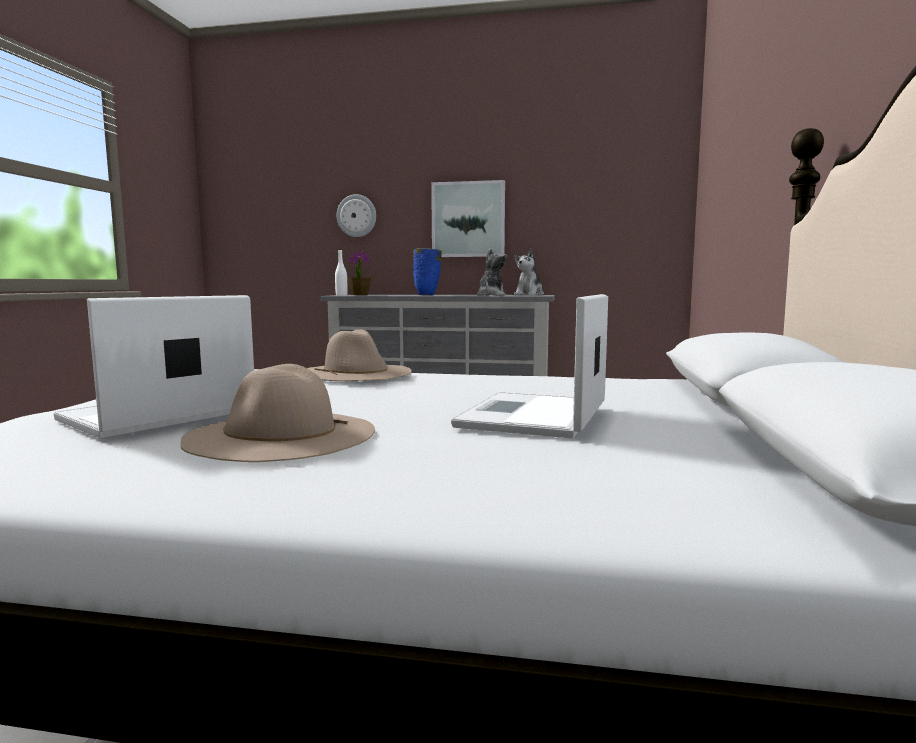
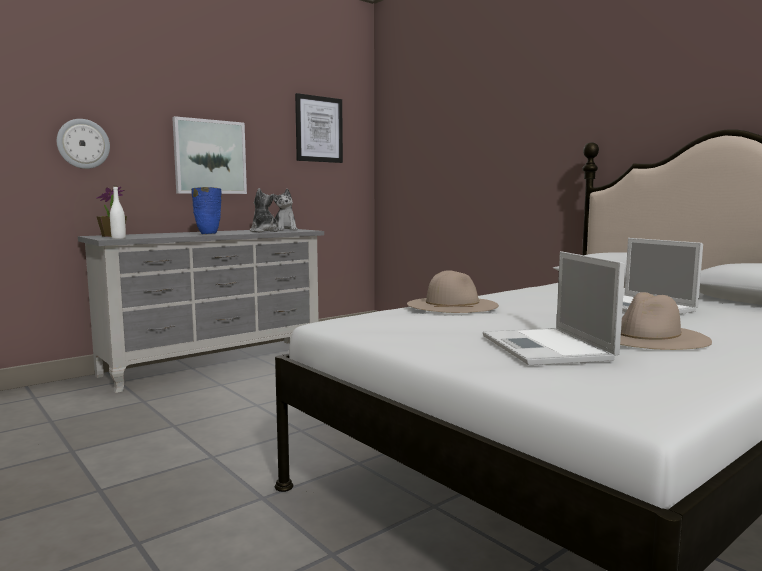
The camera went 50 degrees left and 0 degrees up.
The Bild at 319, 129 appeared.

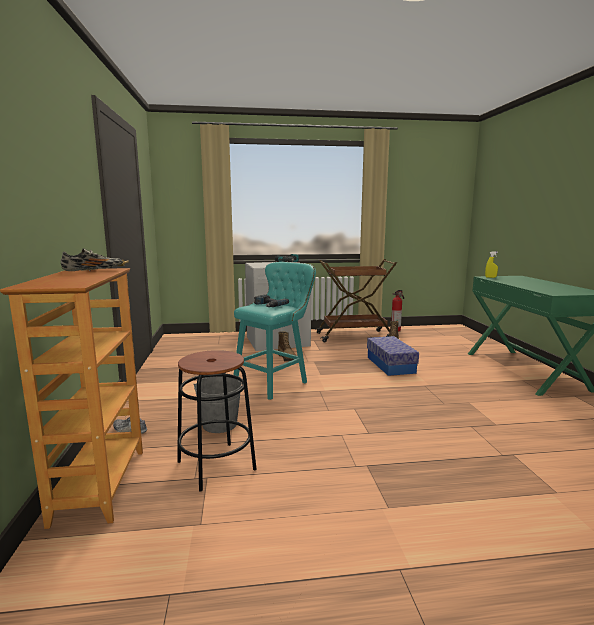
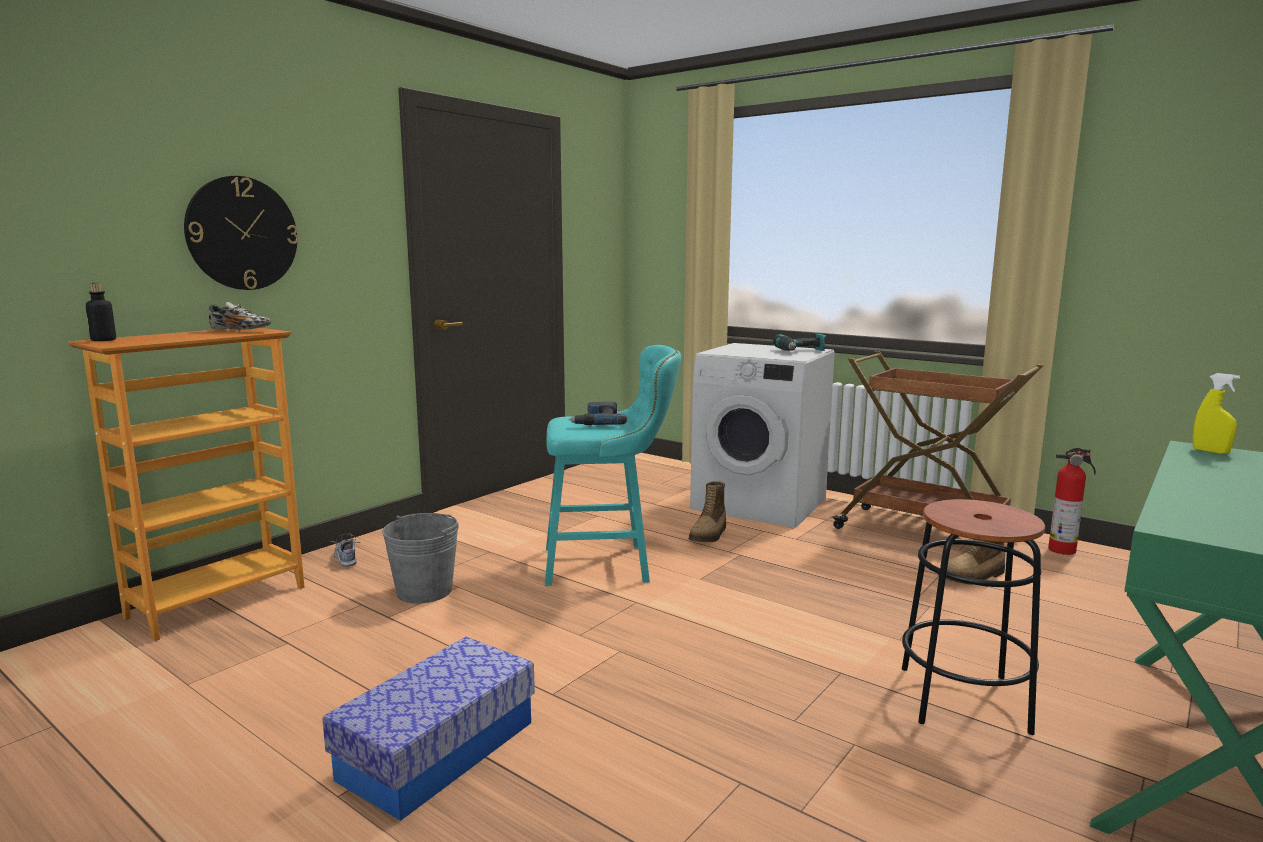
The camera went 45 degrees right and 0 degrees up.
The Hocker/schwarz moved from 216, 465 to 963, 699.
The Aufbewahrungsbox moved from 390, 365 to 438, 750.
The Flasche at 103, 340 appeared.
The Wanduhr at 242, 233 appeared.

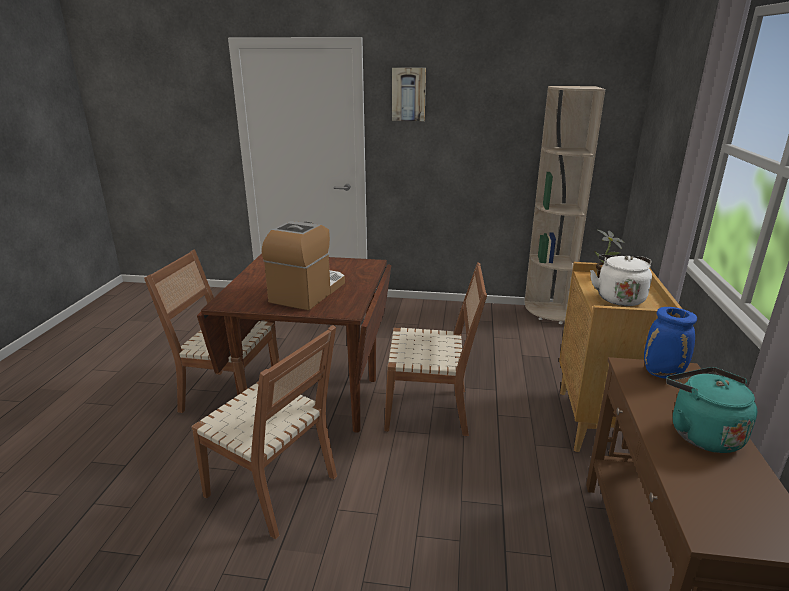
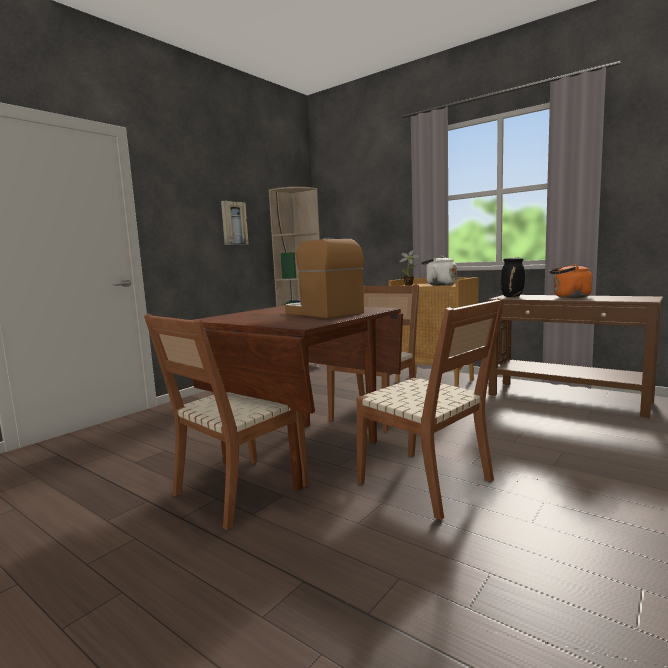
The camera went 60 degrees left and 15 degrees down.
The Stuhl at 275, 490 turned 75 degrees clockwise.
The Bild moved from 408, 94 to 233, 223.
The Vase/blau at 663, 374 became the Vase/schwarz at 512, 296.
The Wasserkessel/türkis at 701, 433 became the Wasserkessel/orange at 569, 297.

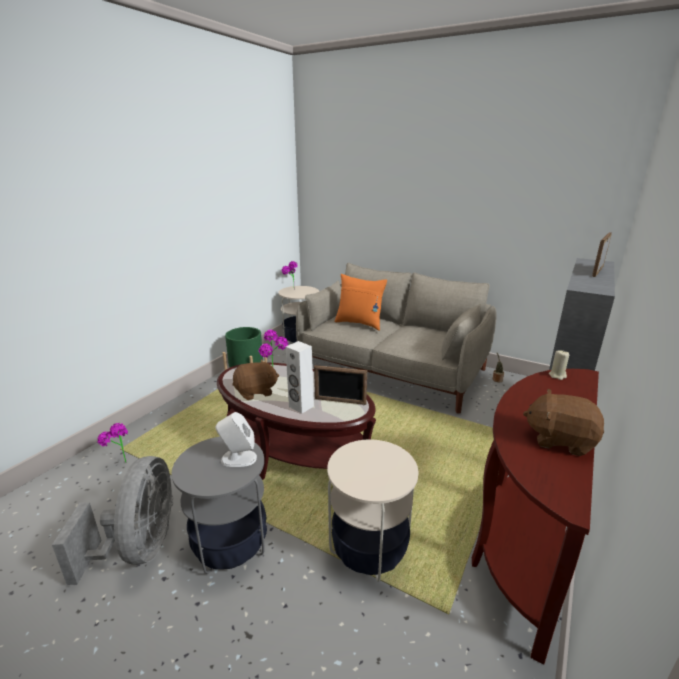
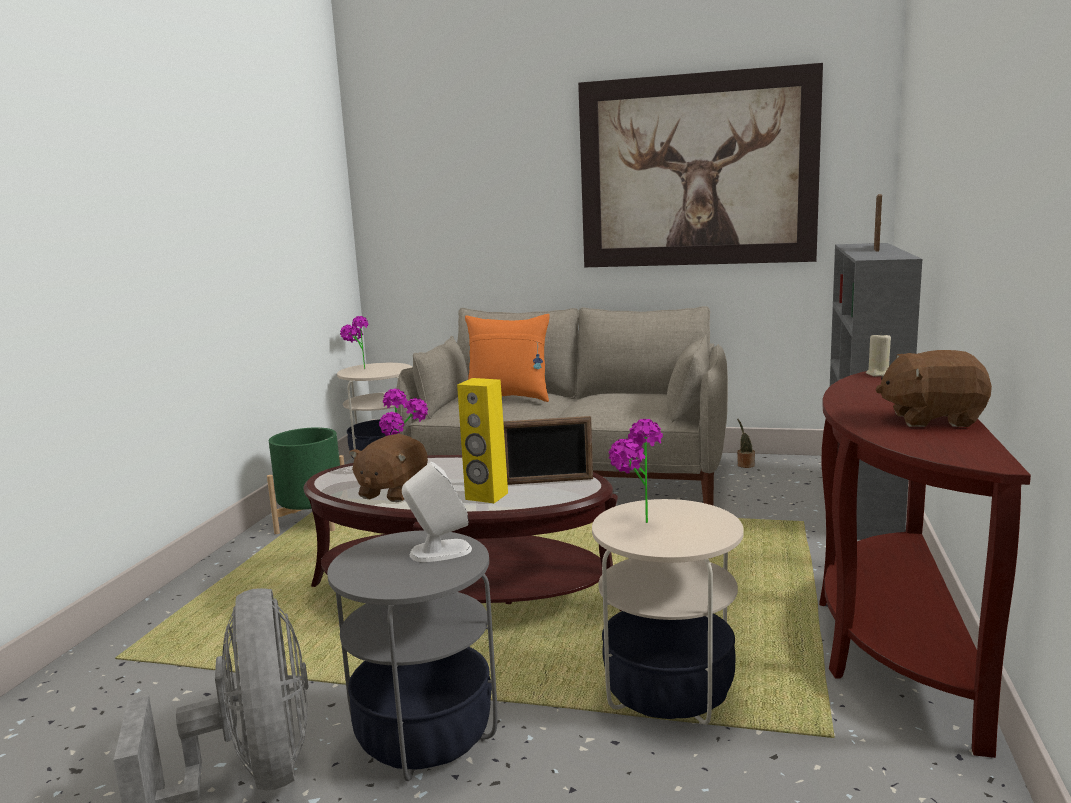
The camera went 15 degrees left and 10 degrees down.
The Topfpflanze moved from 120, 462 to 633, 523.
The Plüschtier/braun at 256, 392 turned 150 degrees clockwise.
The Lautsprecher/weiß at 301, 406 became the Lautsprecher/gelb at 486, 496.
The Bild at 696, 171 appeared.

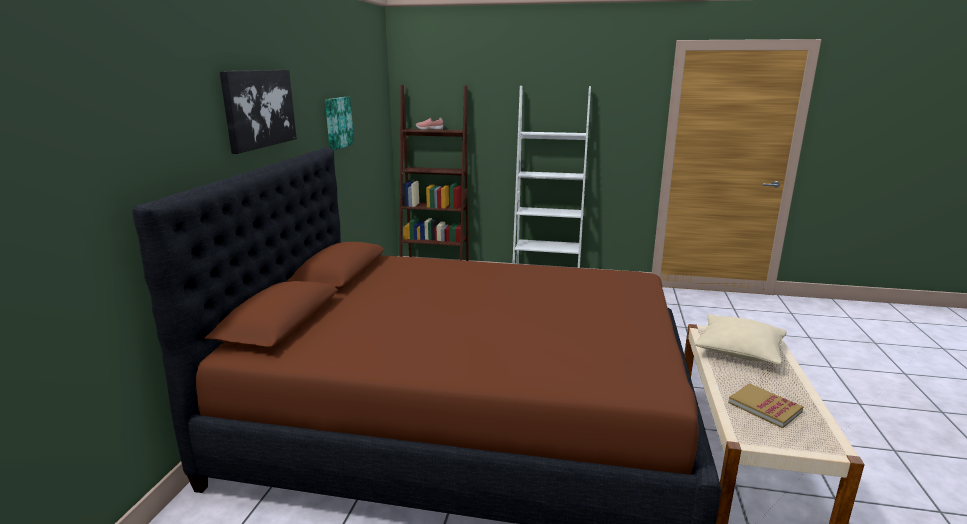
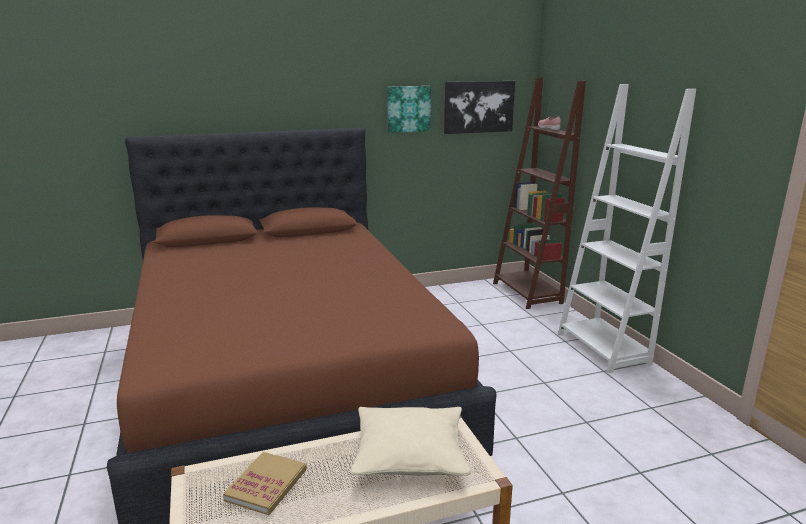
The camera went 60 degrees right and 0 degrees up.
The Bild moved from 259, 108 to 478, 107.

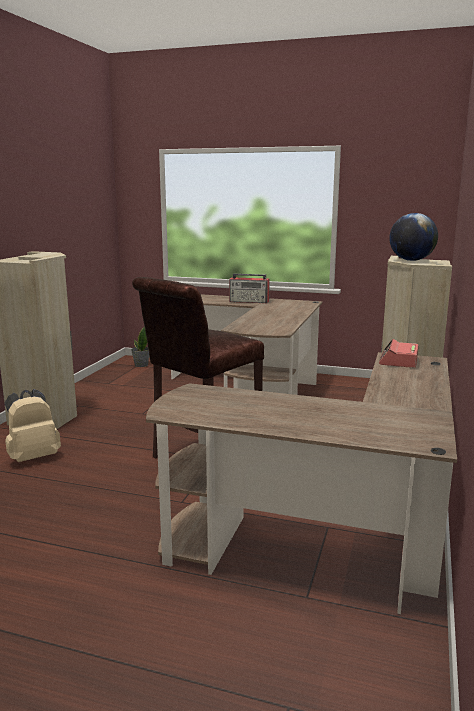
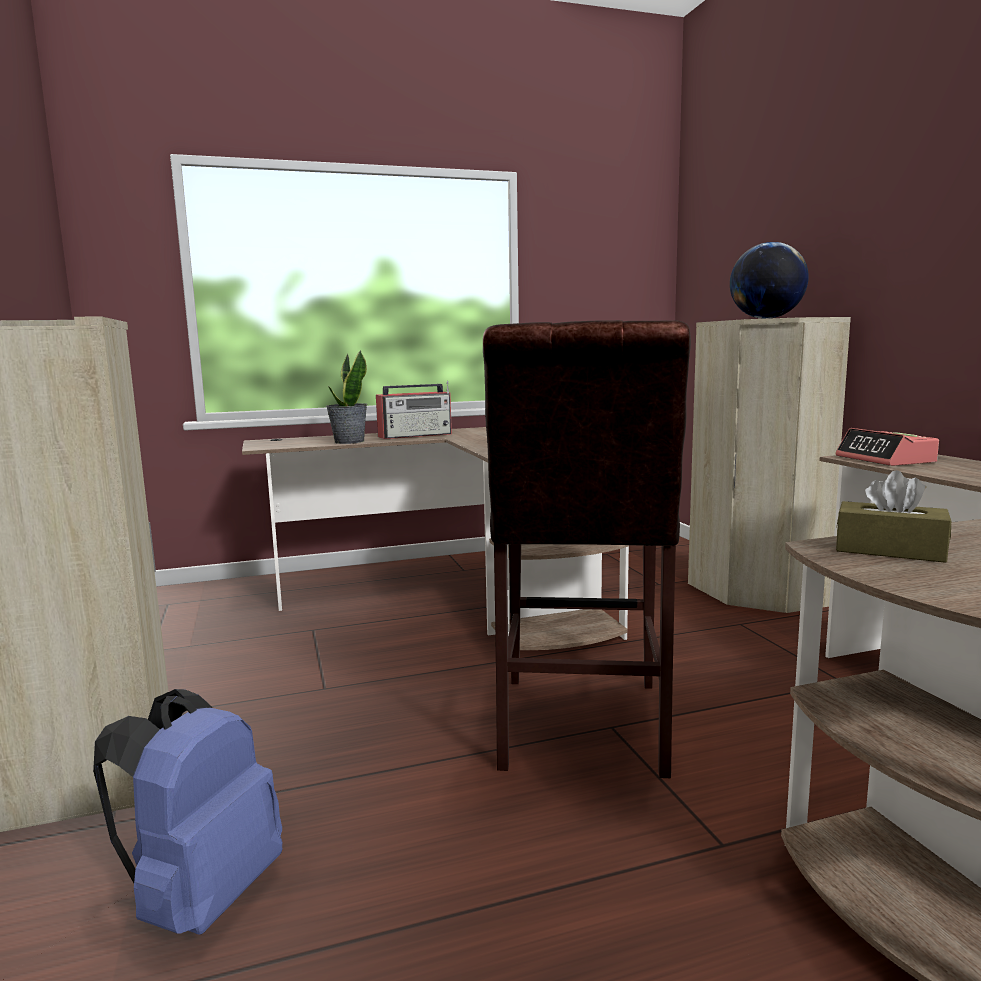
The camera went 35 degrees left and 5 degrees down.
The Rucksack/beige at 33, 457 became the Rucksack/blau at 201, 896.
The Topfpflanze moved from 141, 365 to 349, 442.
The Taschentuchbox/braun at 889, 550 appeared.

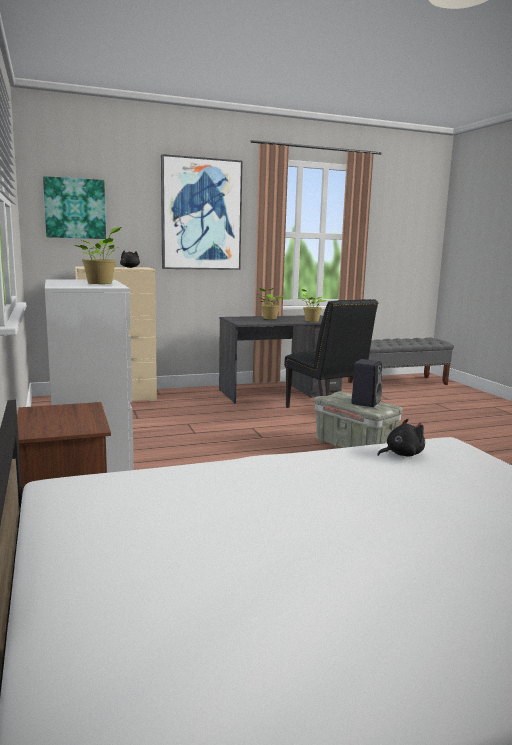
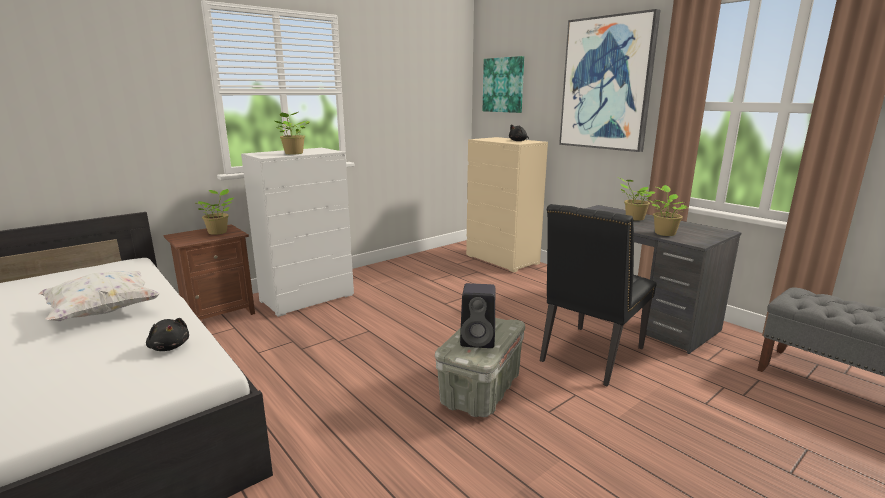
The camera went 70 degrees right and 5 degrees up.
The Kissen/weiß at 103, 312 appeared.
The Topfpflanze at 218, 232 appeared.

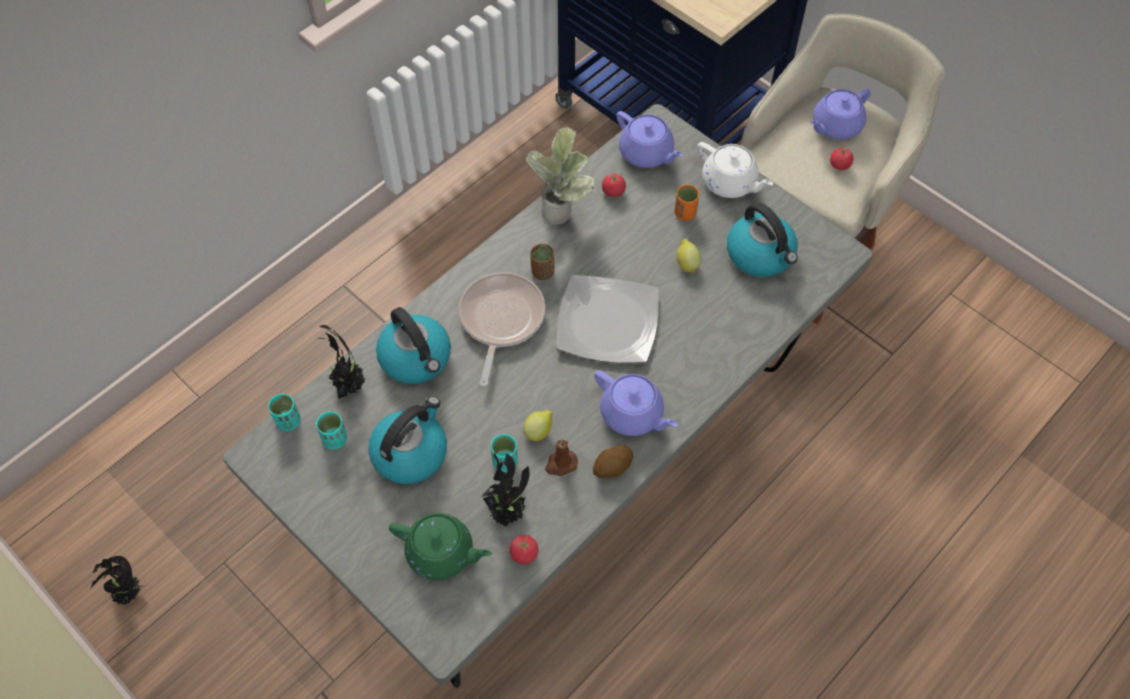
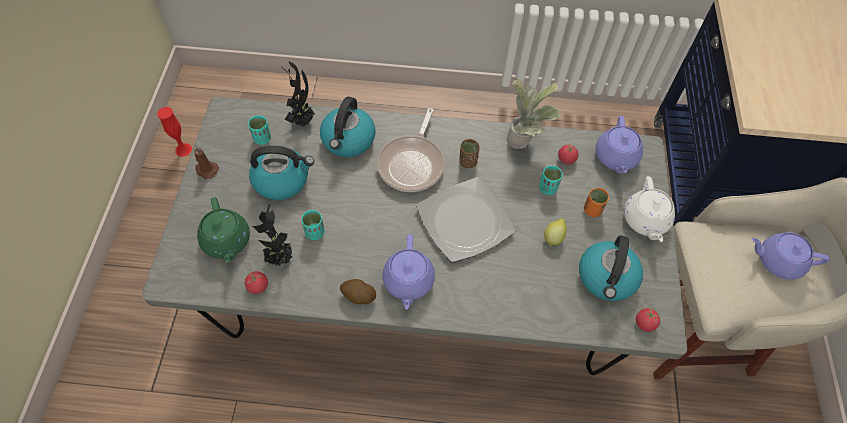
The camera went 50 degrees right and 0 degrees up.
The Topfpflanze at 129, 595 was replaced by the Vase/rot at 183, 149.
The Tasse/türkis moved from 288, 421 to 547, 188.
The Pfanne at 500, 320 turned 135 degrees clockwise.
The Zitrone at 539, 431 disappeared.
The Kerze/braun moved from 560, 464 to 206, 170.
The Tomate moved from 839, 165 to 644, 323.

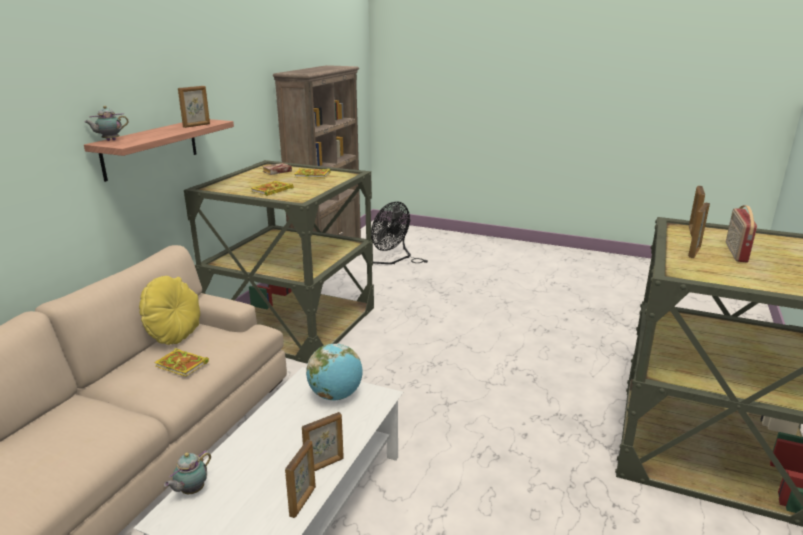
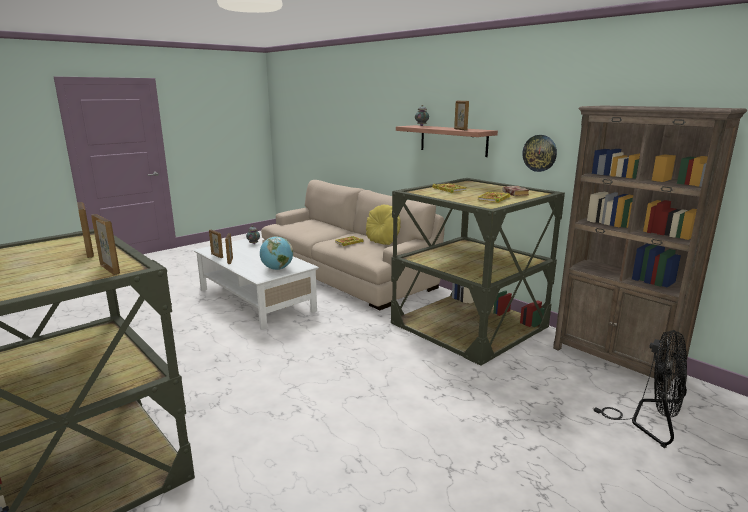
The camera went 115 degrees right and 5 degrees down.
The Ventilator/schwarz at 396, 258 turned 60 degrees clockwise.
The Radio at 735, 252 disappeared.
The Wanduhr at 539, 153 appeared.

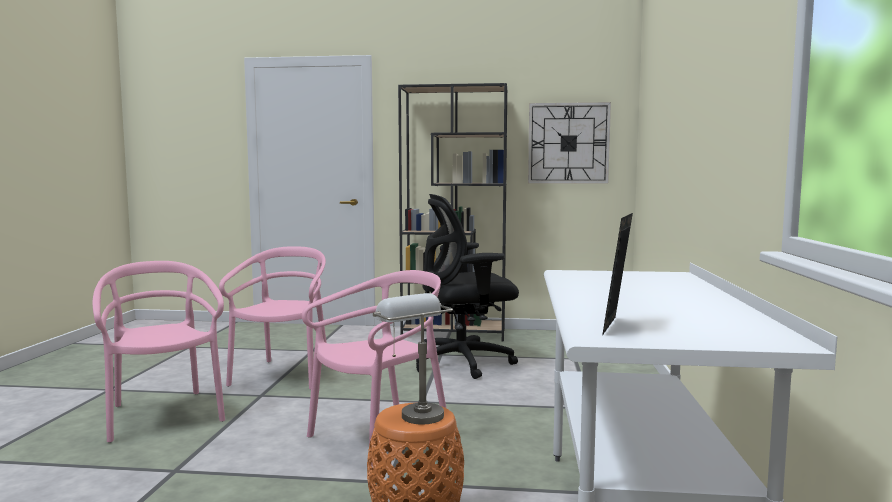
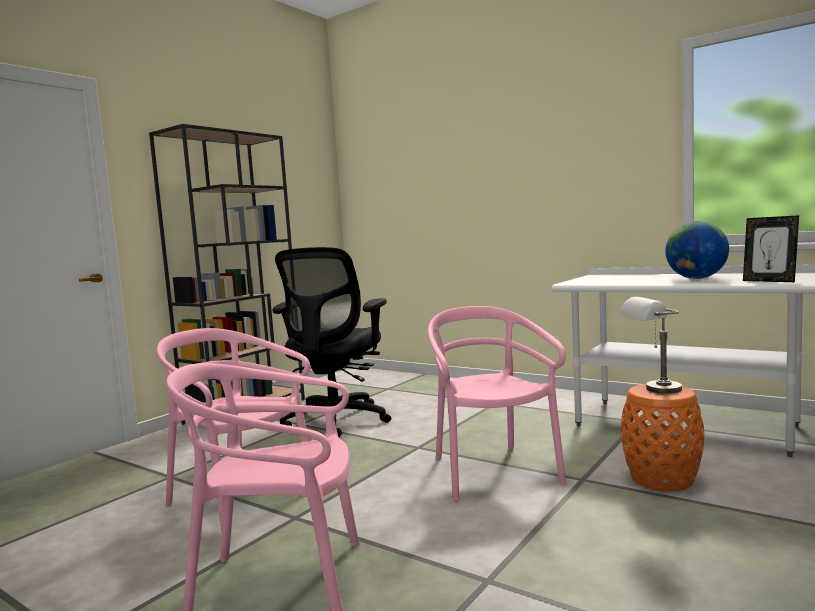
The camera went 60 degrees left and 0 degrees up.
The Wanduhr at 568, 143 disappeared.
The Globus at 696, 278 appeared.

